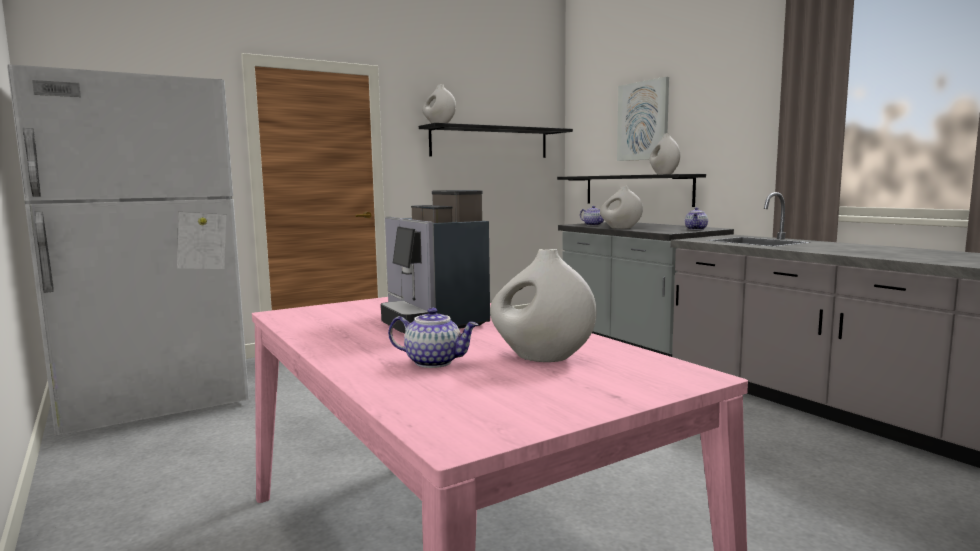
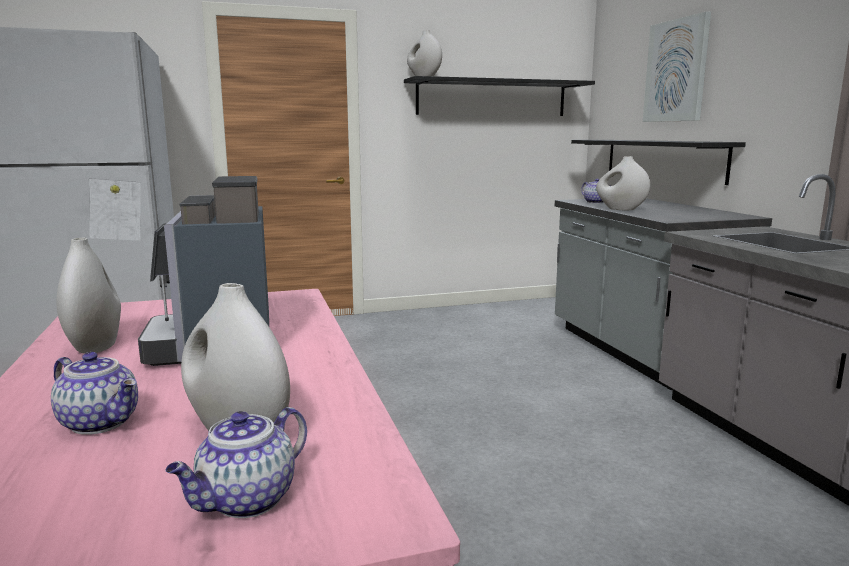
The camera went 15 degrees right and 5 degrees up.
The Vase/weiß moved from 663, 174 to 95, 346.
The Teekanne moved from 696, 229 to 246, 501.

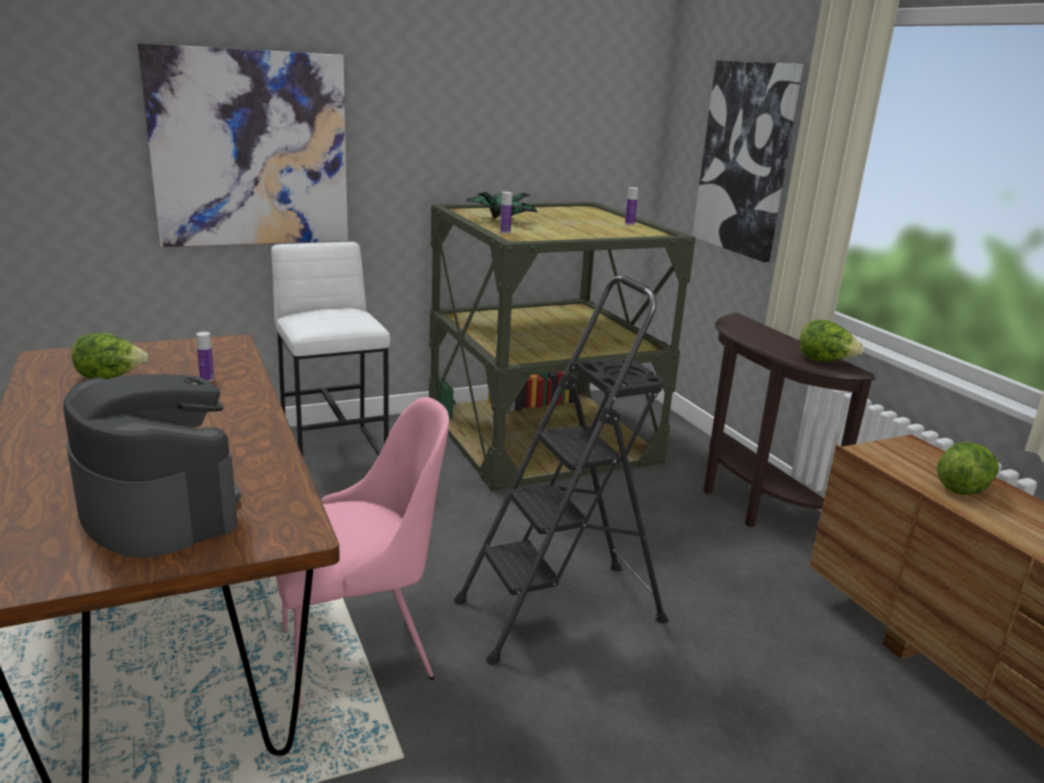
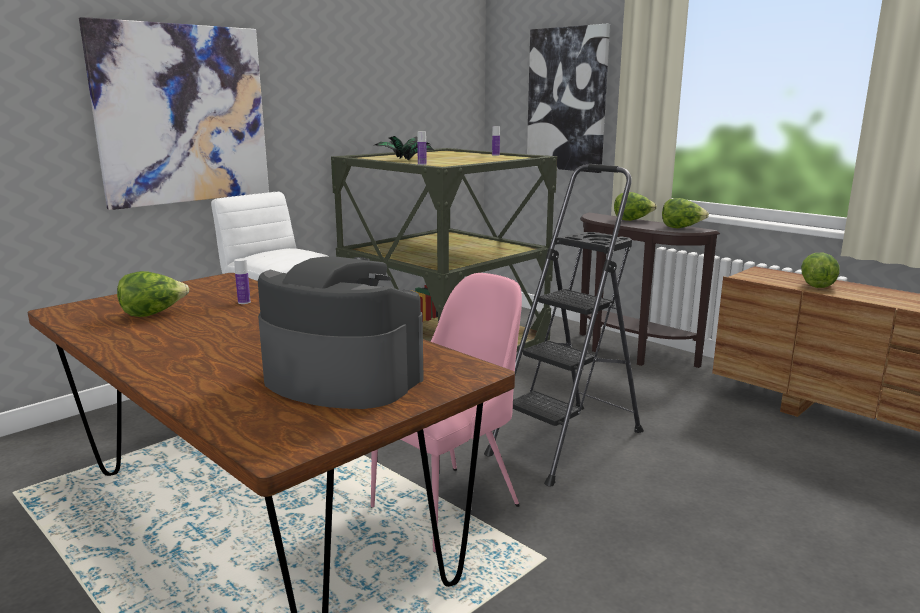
The camera went 20 degrees left and 5 degrees down.
The Salatkopf at 632, 220 appeared.

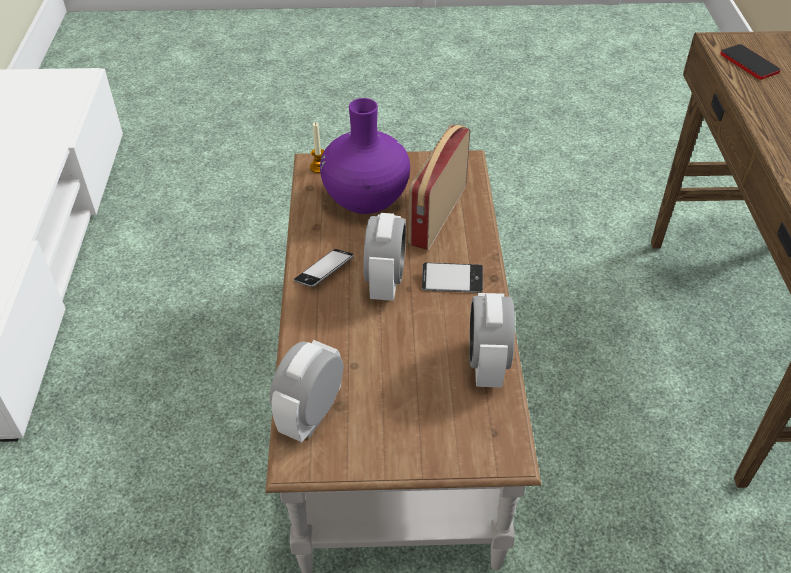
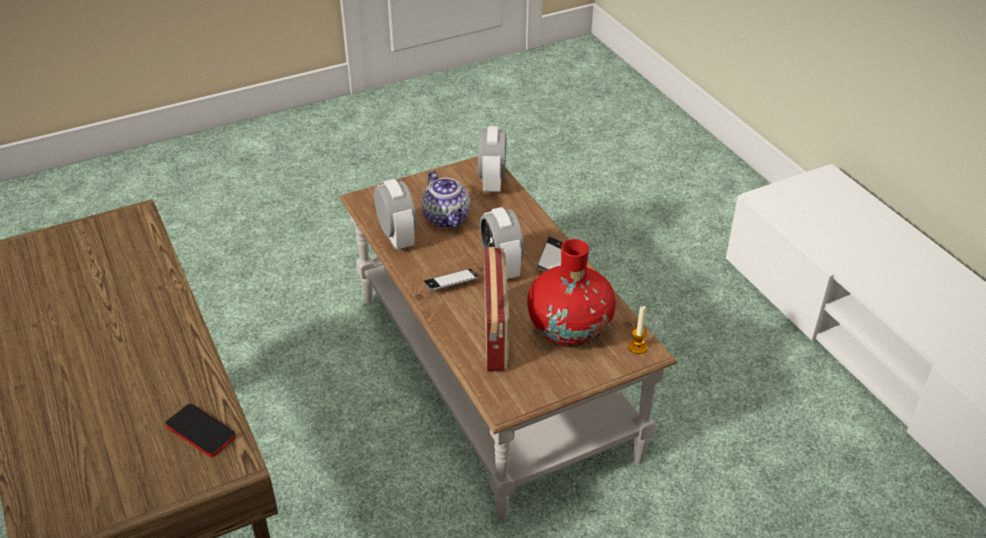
The camera went 155 degrees right and 5 degrees down.
The Vase/lila at 365, 198 became the Vase/rot at 569, 330.
The Teekanne at 447, 219 appeared.

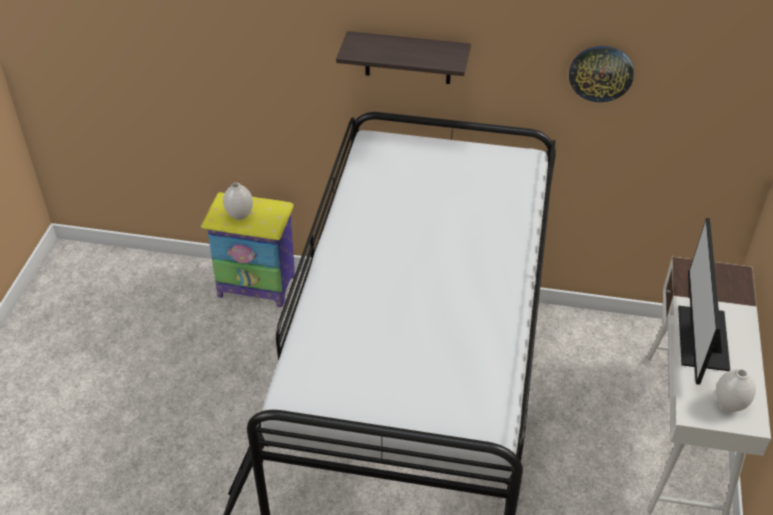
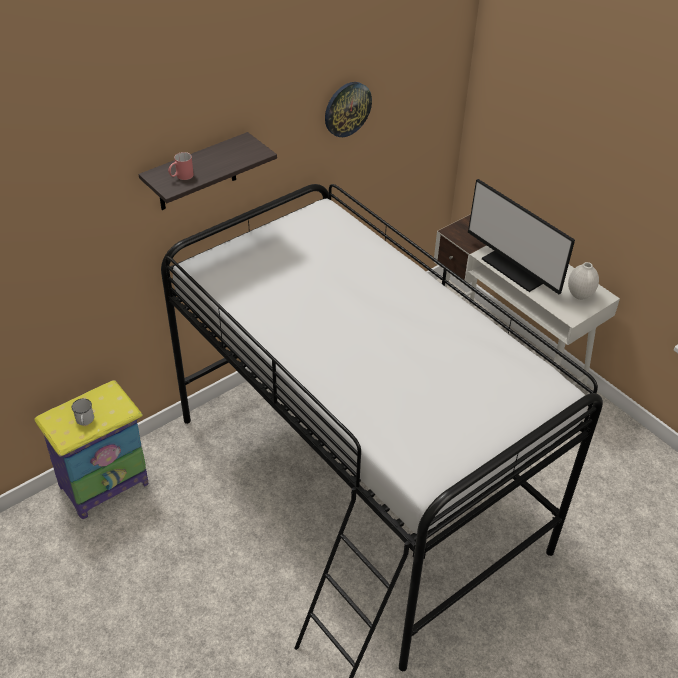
The camera went 50 degrees left and 0 degrees up.
The Vase/weiß at 240, 216 was replaced by the Henkelbecher/weiß at 85, 421.
The Henkelbecher/rot at 181, 177 appeared.

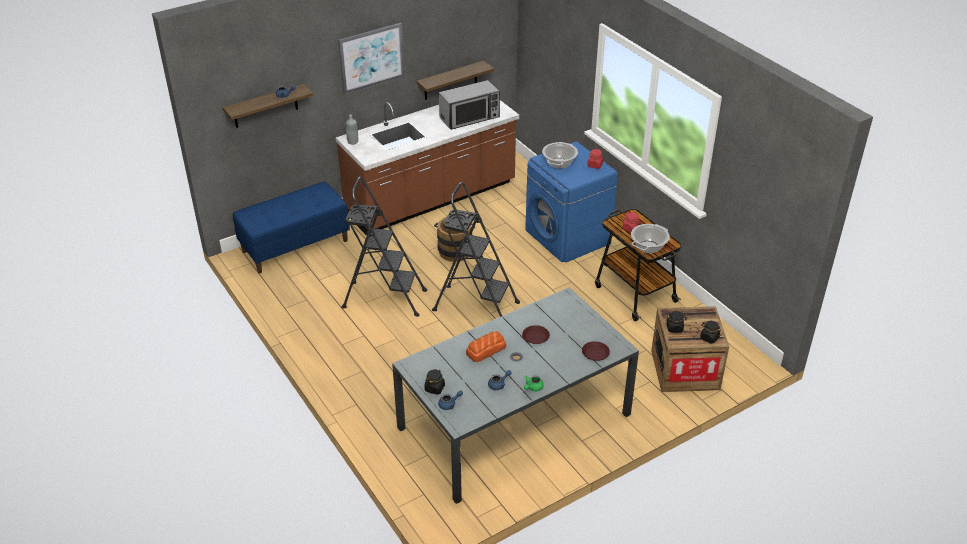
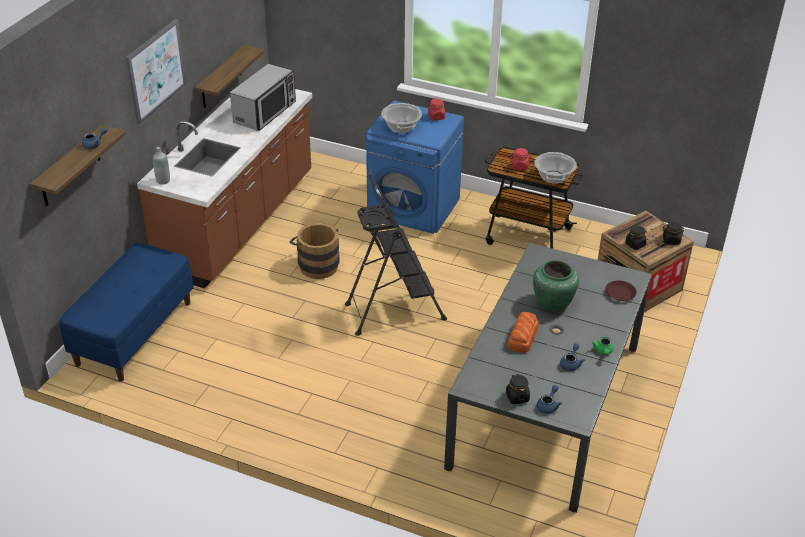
The camera went 35 degrees left and 0 degrees up.
The Trittleiter at 383, 298 disappeared.
The Teller/braun at 536, 337 was replaced by the Vase/grün at 553, 302.

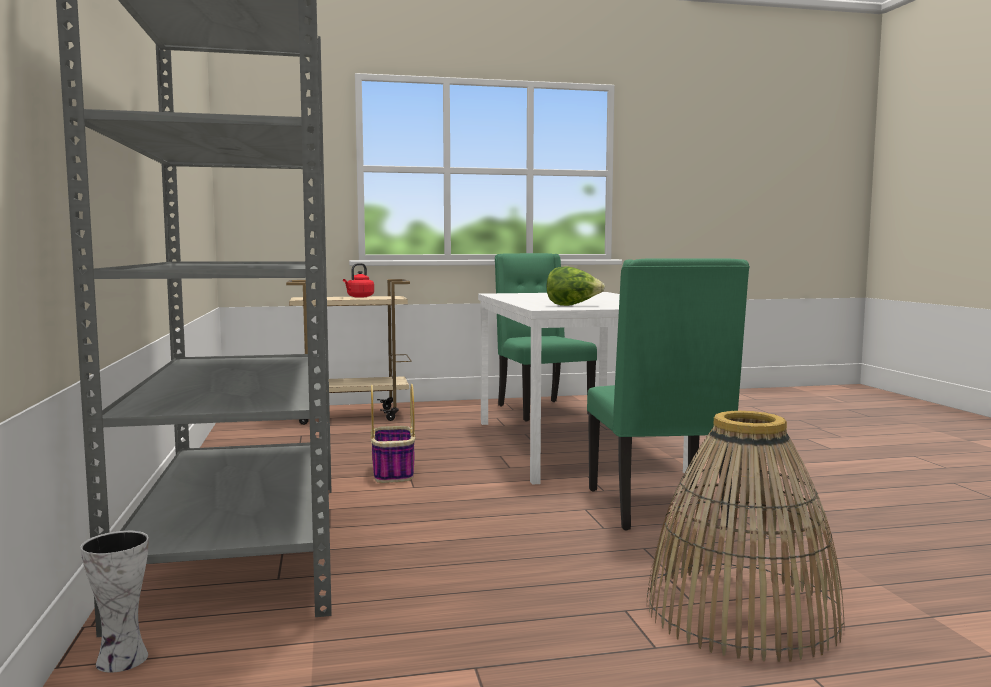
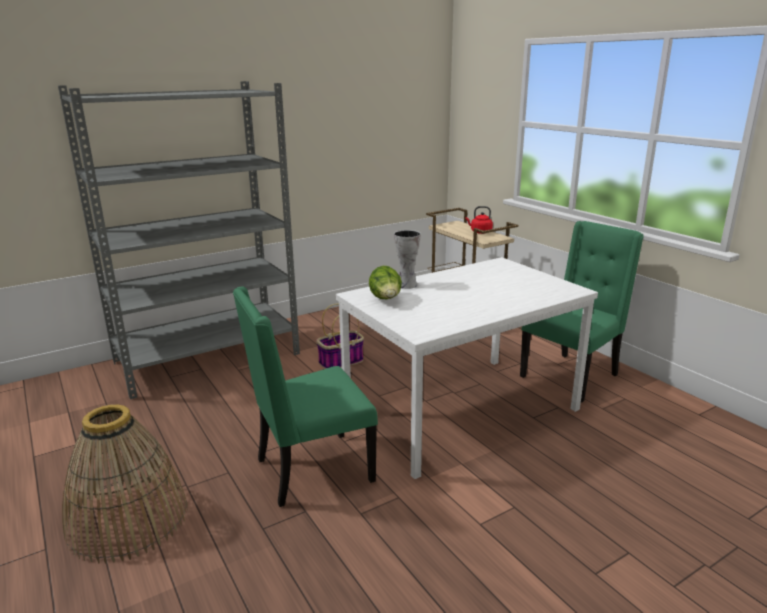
The camera went 70 degrees right and 15 degrees up.
The Vase moved from 119, 660 to 405, 285.

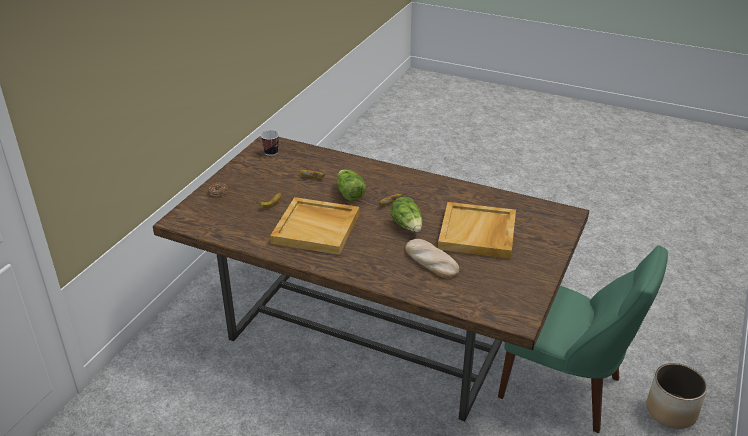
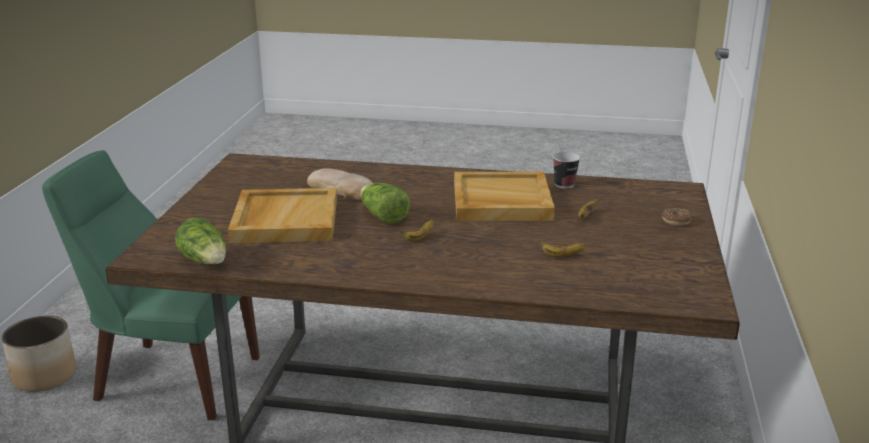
The camera went 165 degrees right and 10 degrees down.
The Tasse moved from 271, 152 to 564, 185.
The Salatkopf moved from 349, 193 to 206, 261.

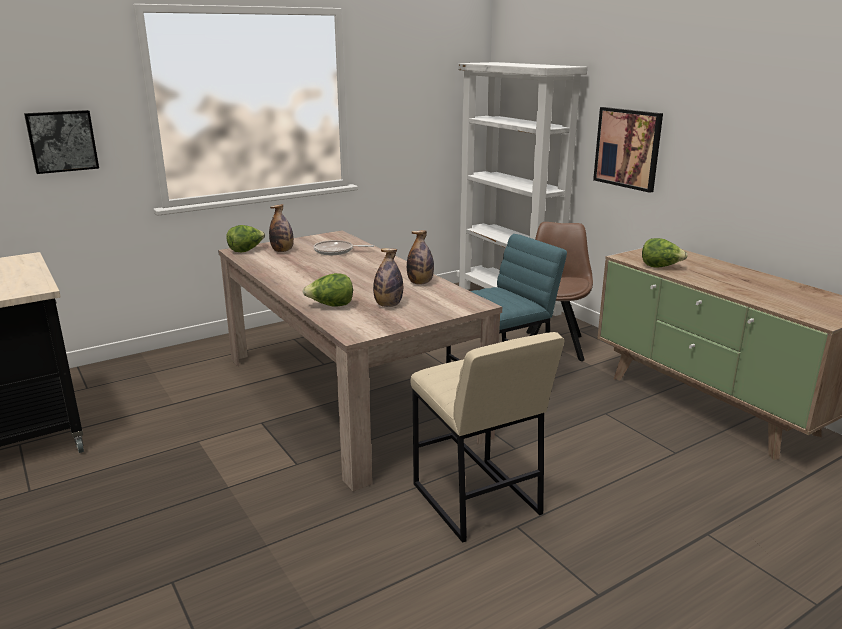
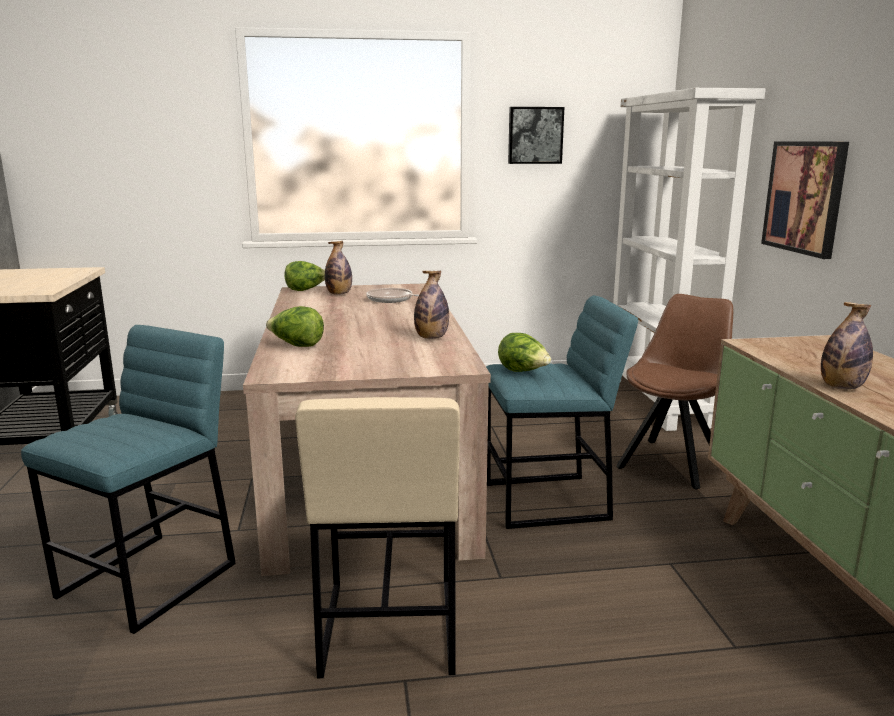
The camera went 25 degrees right and 5 degrees down.
The Bild moved from 62, 141 to 535, 135.
The Flasche moved from 388, 305 to 841, 387.
The Salatkopf moved from 660, 267 to 523, 372.
The Hocker/blau at 151, 577 appeared.

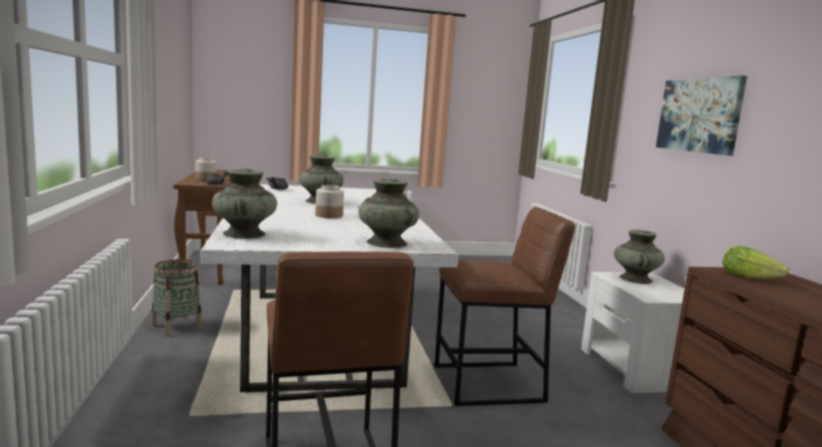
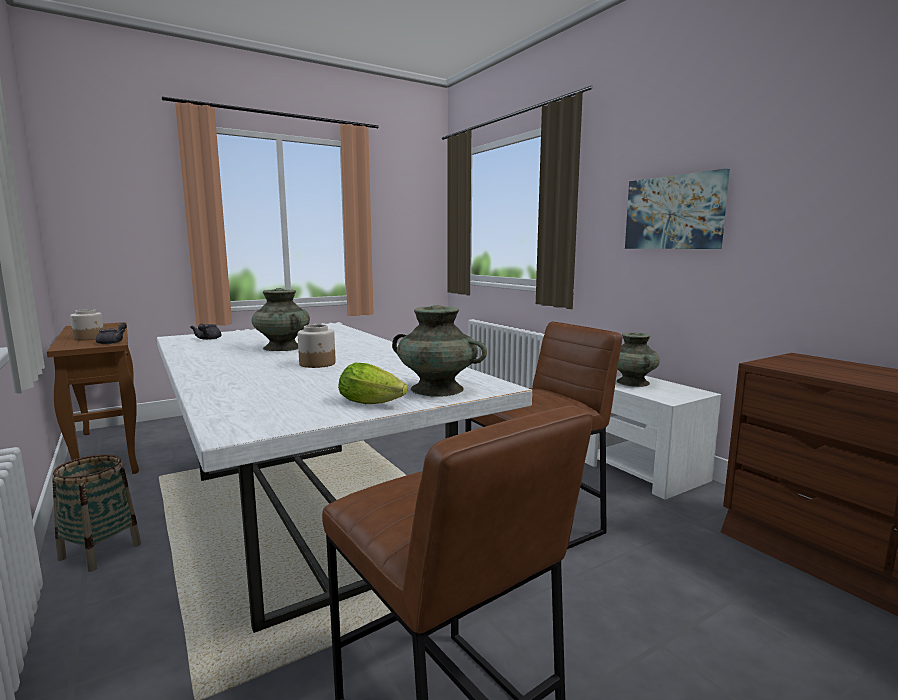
The camera went 20 degrees left and 0 degrees up.
The Vase/türkis at 244, 234 disappeared.
The Salatkopf moved from 752, 278 to 374, 403.

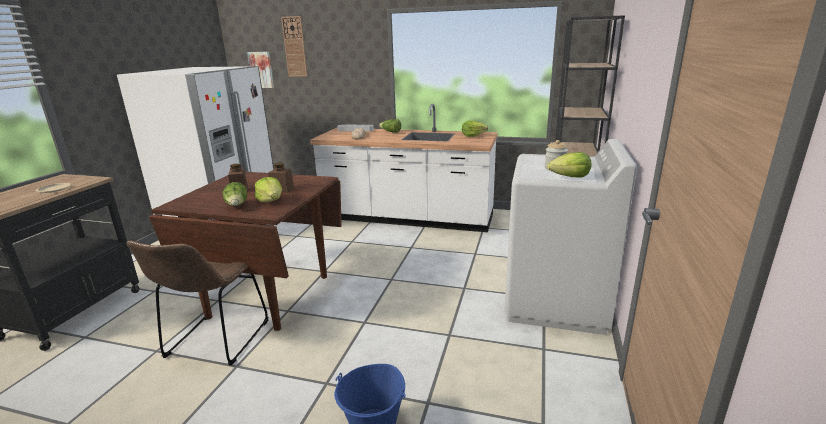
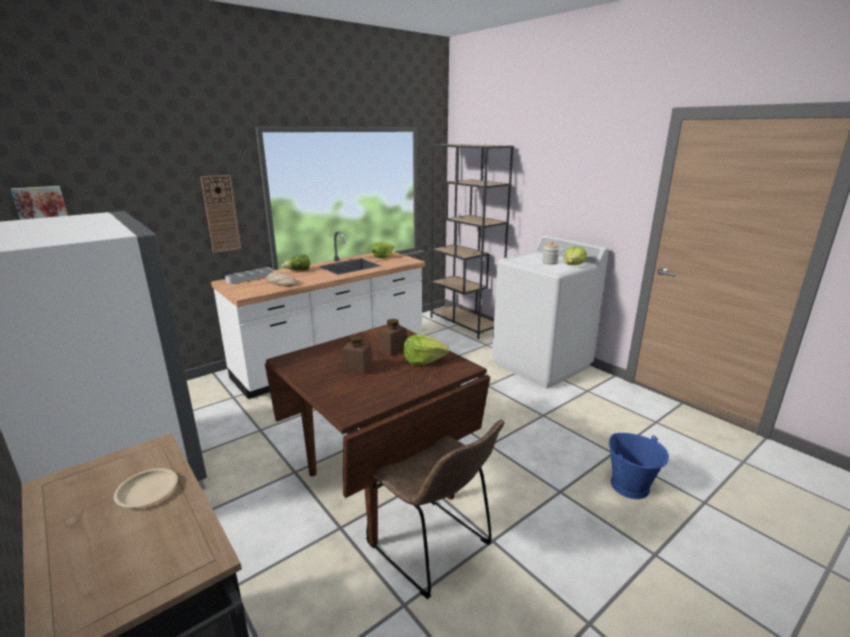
The camera went 55 degrees left and 0 degrees up.
The Salatkopf at 237, 205 disappeared.
The Wanduhr moved from 295, 47 to 221, 214.

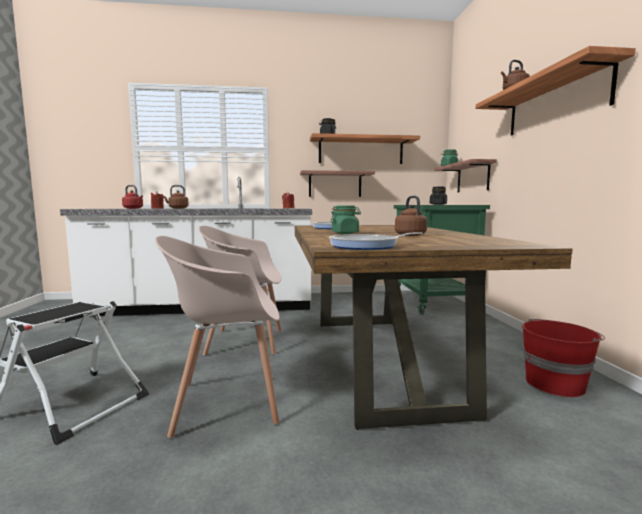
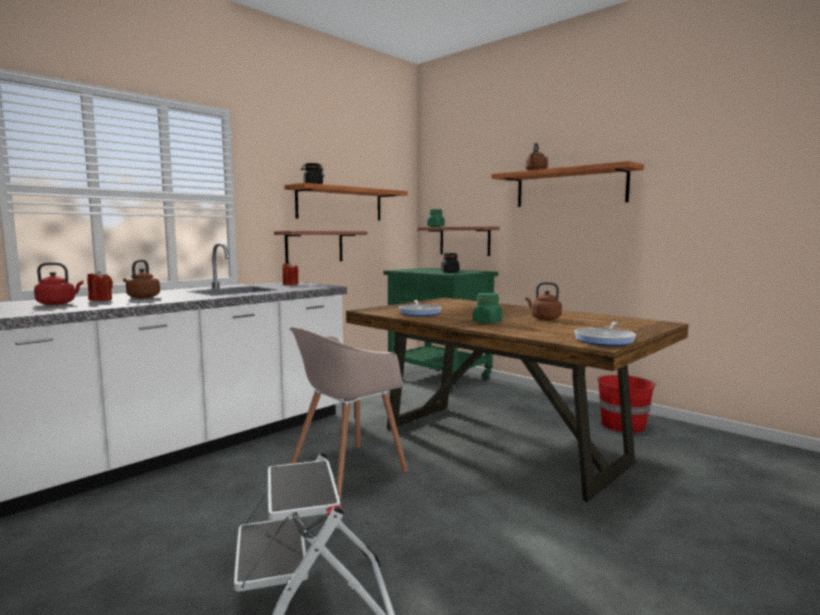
The camera went 40 degrees left and 0 degrees up.
The Stuhl/beige at 225, 403 disappeared.

